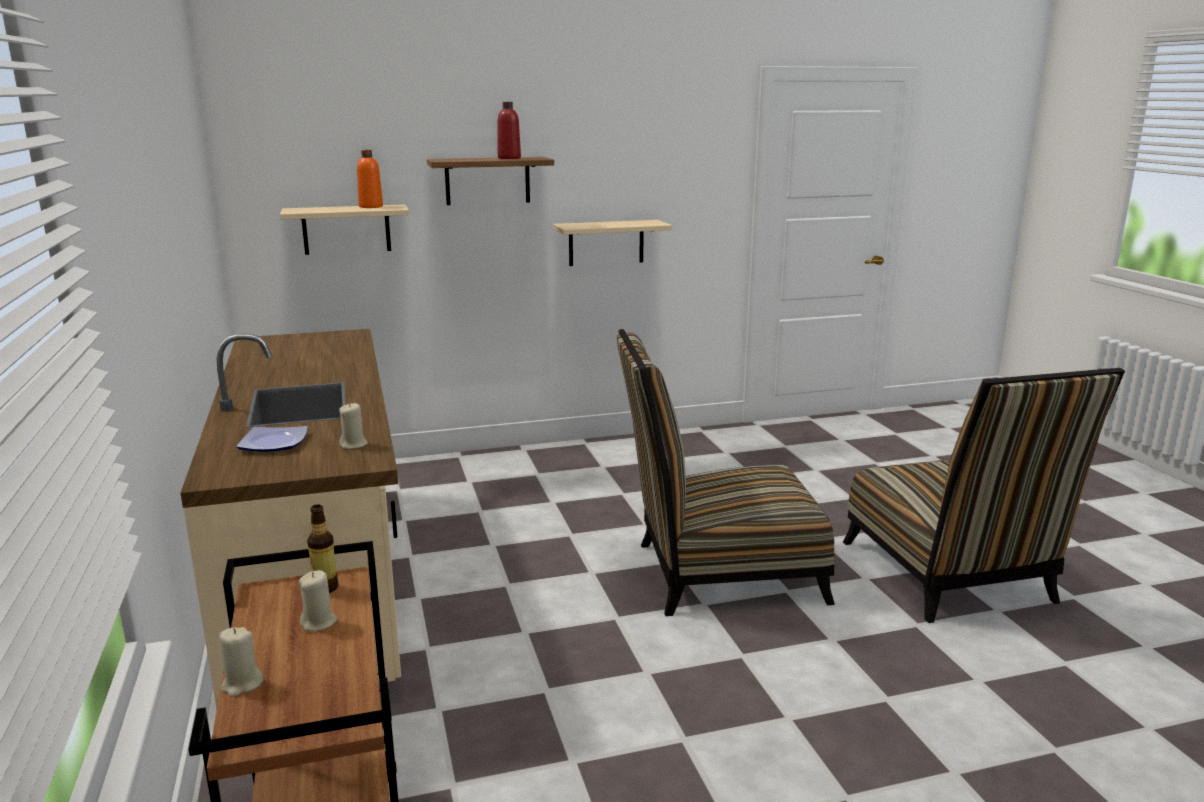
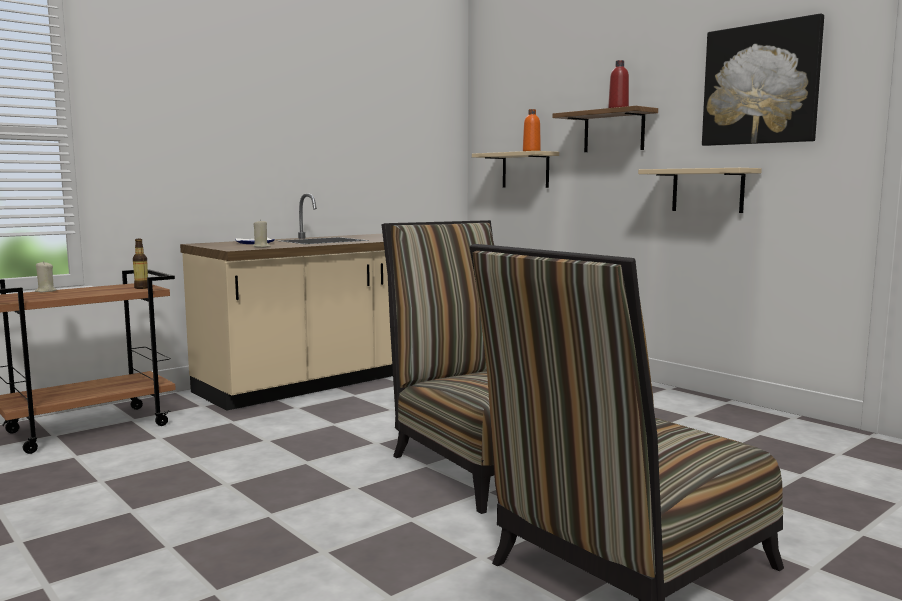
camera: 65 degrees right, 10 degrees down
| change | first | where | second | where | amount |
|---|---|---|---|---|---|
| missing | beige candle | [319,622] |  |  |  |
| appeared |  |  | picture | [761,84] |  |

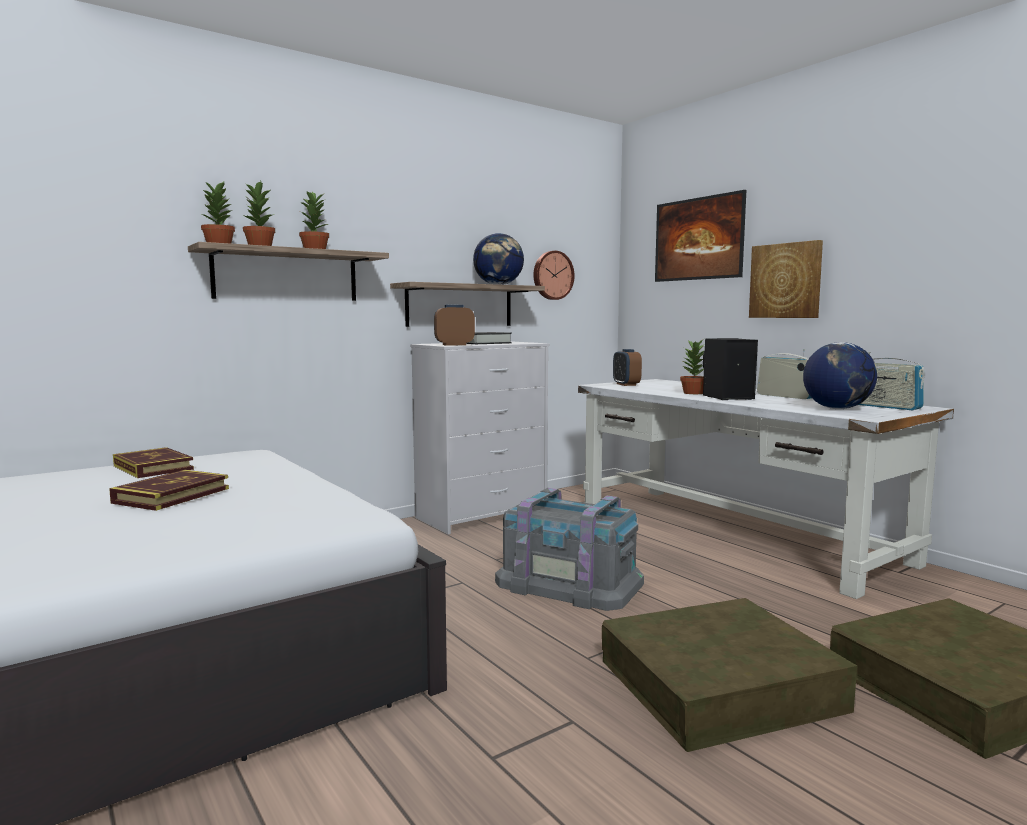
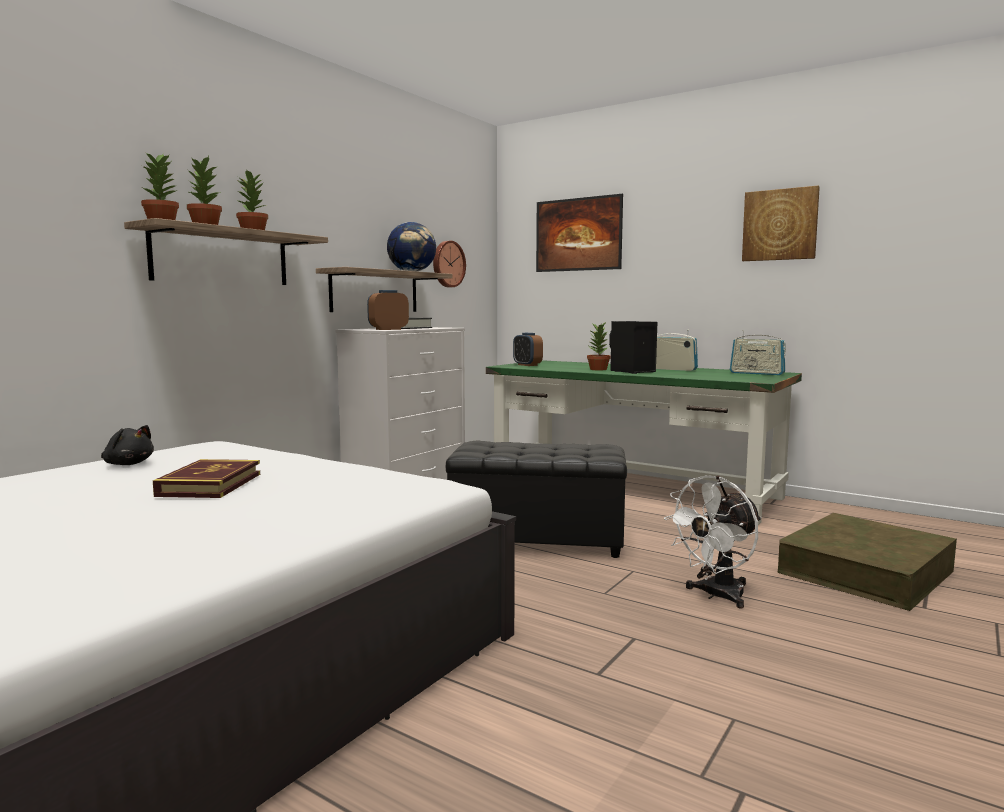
camera: 20 degrees left, 0 degrees up
| change | first | where | second | where | amount |
|---|---|---|---|---|---|
| missing | globe | [837,408] |  |  |  |
| relocated | picture | [786,281] |  | [780,225] |  |
| exchanged | book | [153,467] | black plush toy | [128,464] |  |
| exchanged | grey storage box | [569,582] | black ottoman | [538,540] |  |
| exchanged | brown storage box | [720,685] | white fan | [716,596] |  |
| colour | white desk | [734,533] | green desk | [633,488] |  |

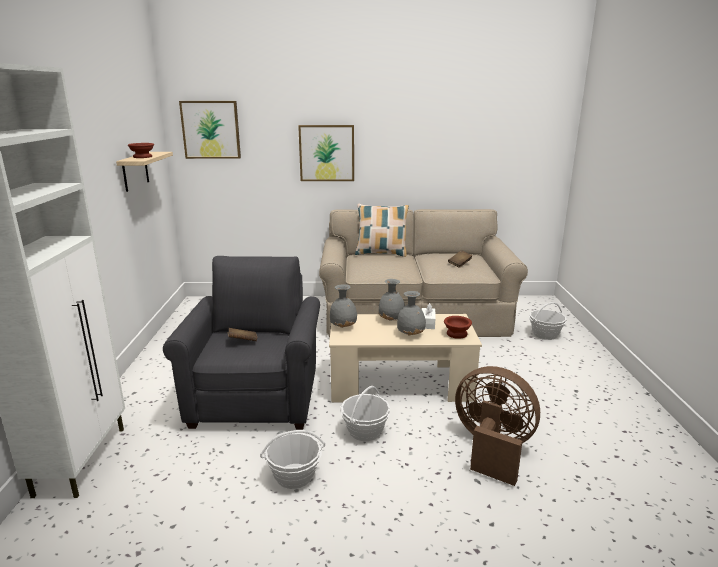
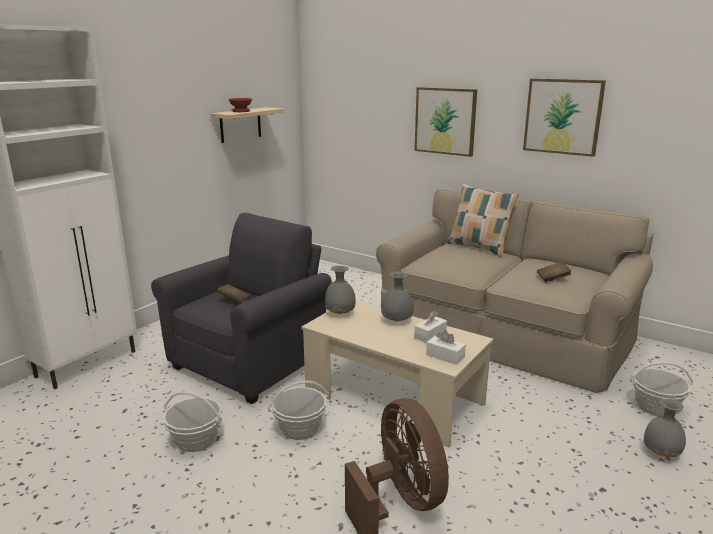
camera: 35 degrees right, 0 degrees up
| change | first | where | second | where | amount |
|---|---|---|---|---|---|
| relocated | picture | [211,130] |  | [562,116] |  |
| relocated | grey vase | [411,334] |  | [662,453] |  |
| exchanged | brown bowl | [457,334] | white tissue box | [445,356] |  |

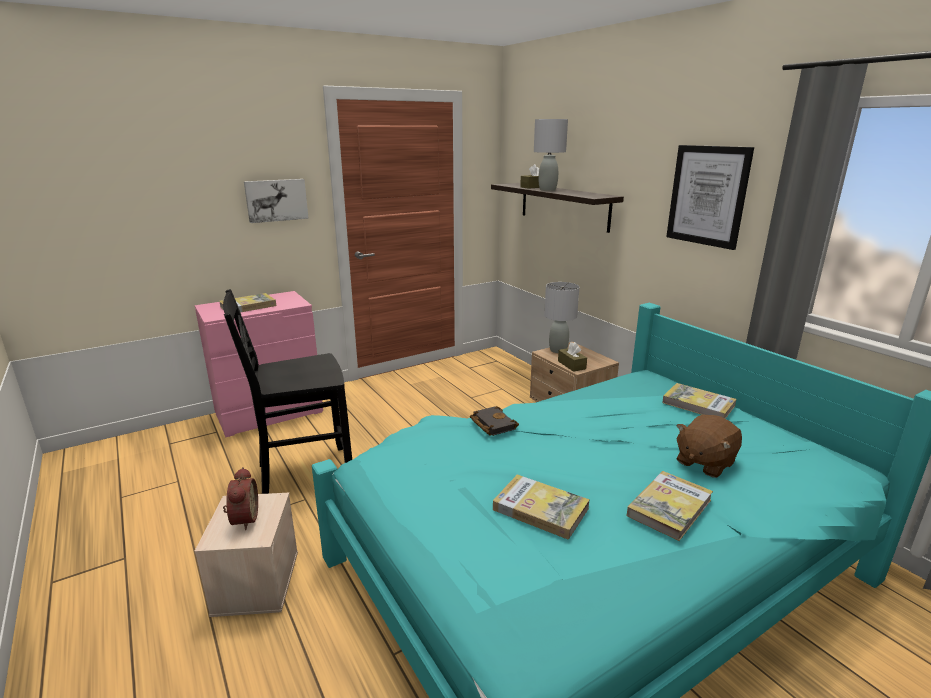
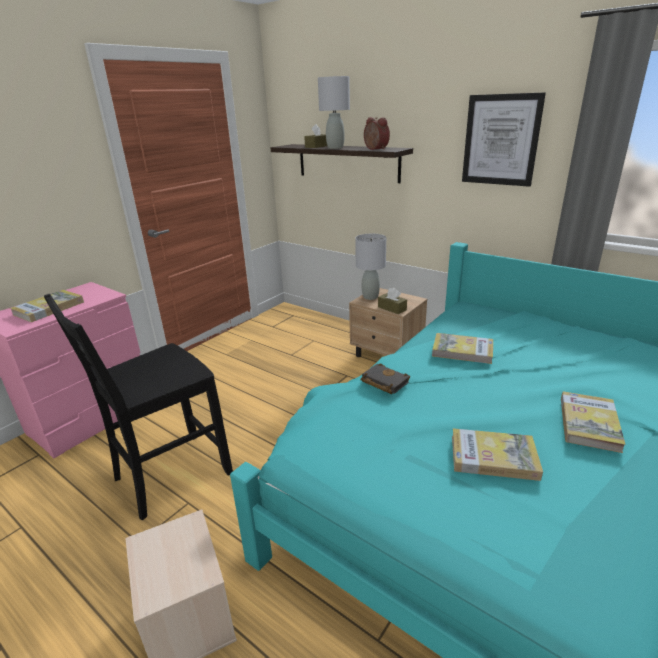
camera: 20 degrees left, 5 degrees up
| change | first | where | second | where | amount |
|---|---|---|---|---|---|
| missing | picture | [276,200] |  |  |  |
| missing | brown plush toy | [704,462] |  |  |  |
| relocated | alarm clock | [243,519] |  | [374,149] |  |
| relocated | book | [698,404] |  | [462,351] |  |

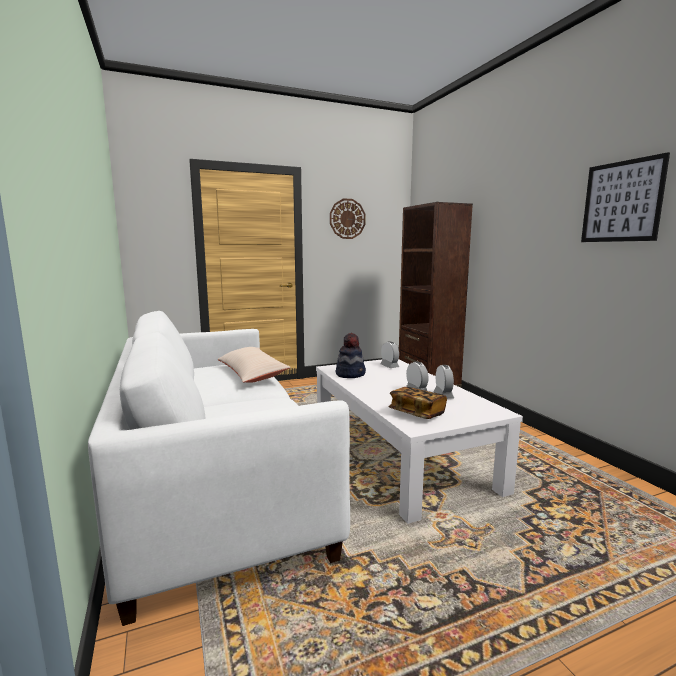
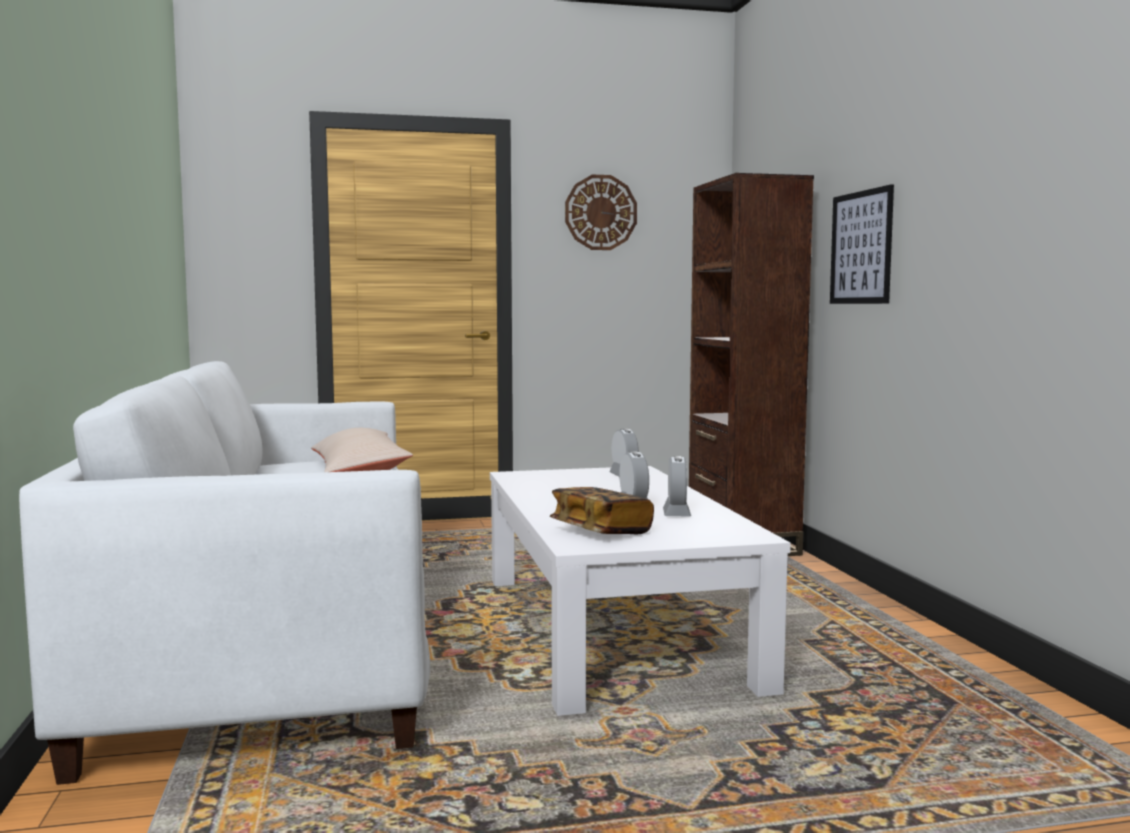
camera: 10 degrees right, 5 degrees down
| change | first | where | second | where | amount |
|---|---|---|---|---|---|
| missing | hat | [350,374] |  |  |  |
| relocated | picture | [621,201] |  | [861,247] |  |

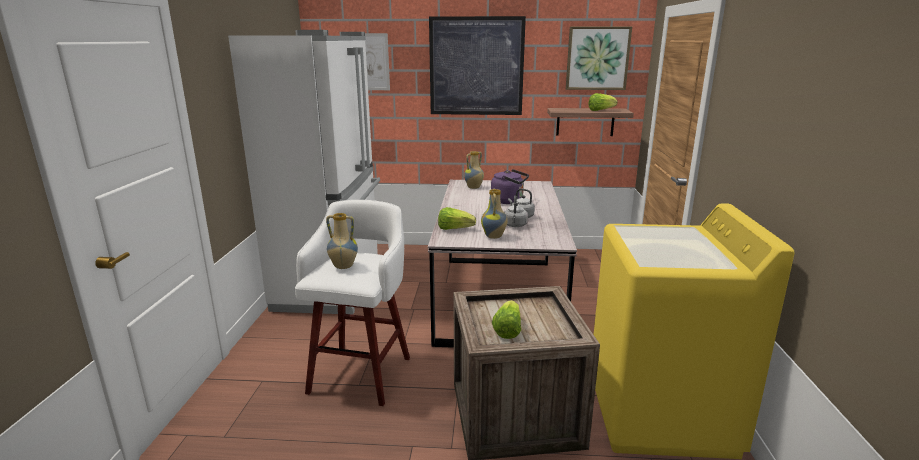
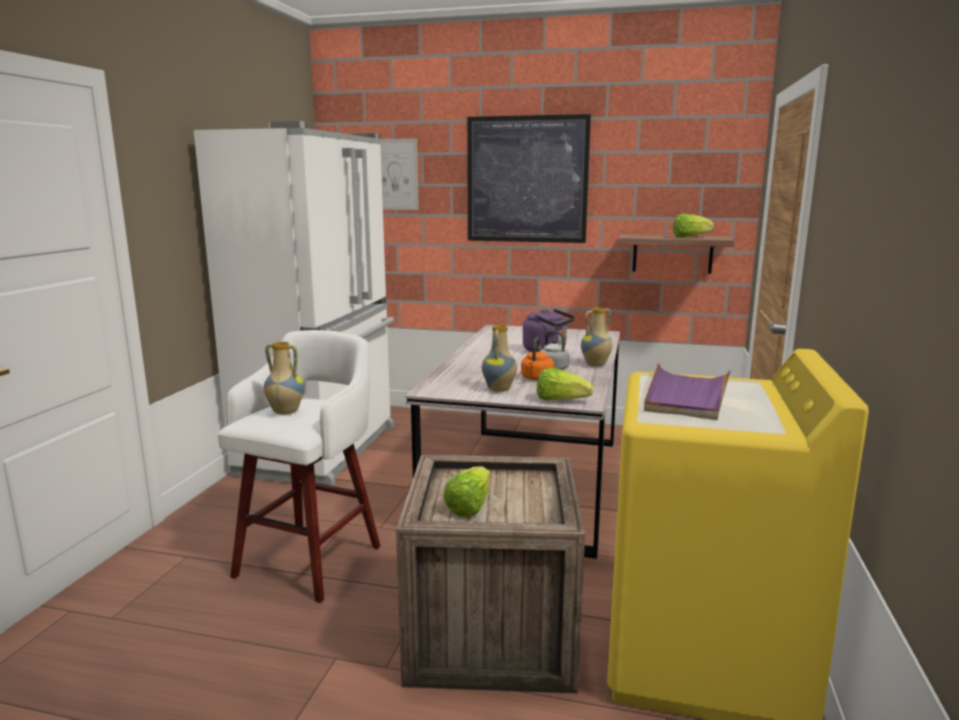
camera: 10 degrees right, 5 degrees down
| change | first | where | second | where | amount |
|---|---|---|---|---|---|
| missing | picture | [597,58] |  |  |  |
| appeared |  |  | purple tray | [686,395] |  |
| relocated | lettuce | [454,229] |  | [560,400] |  |
| relocated | vase | [474,188] |  | [596,365] |  |
| colour | grey kettle | [515,225] | orange kettle | [536,379] |  |

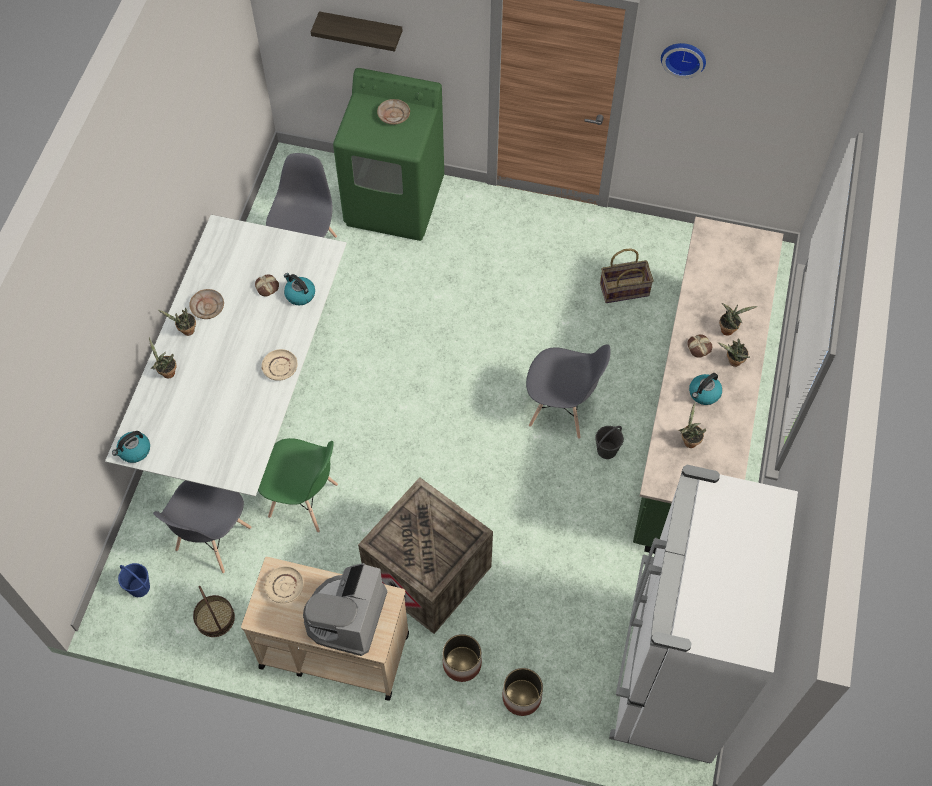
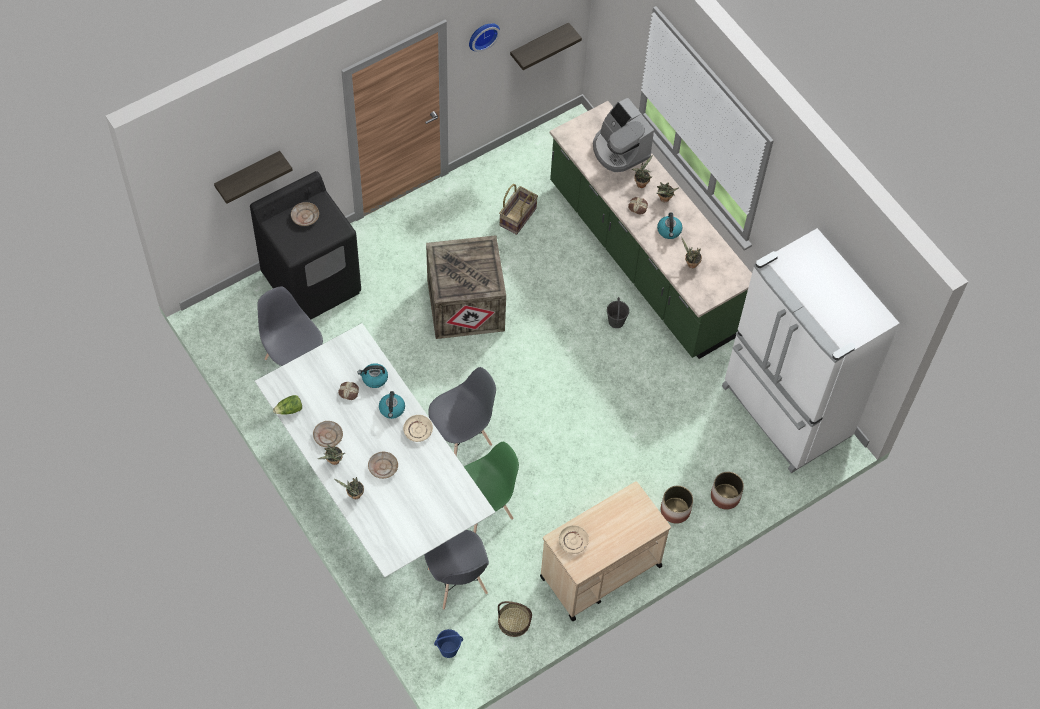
camera: 50 degrees left, 0 degrees up
| change | first | where | second | where | amount |
|---|---|---|---|---|---|
| appeared |  |  | lettuce | [289,410] |  |
| appeared |  |  | beige plate | [383,467] |  |
| appeared |  |  | shelf | [539,45] |  |
| relocated | kettle | [134,451] |  | [392,409] |  |
| relocated | coffee machine | [345,616] |  | [619,150] |  |
| relocated | crate | [426,573] |  | [464,306] |  |
| relocated | grey chair | [560,410] |  | [462,438] |  |
| colour | green washing machine | [395,202] | black washing machine | [312,283] |  |

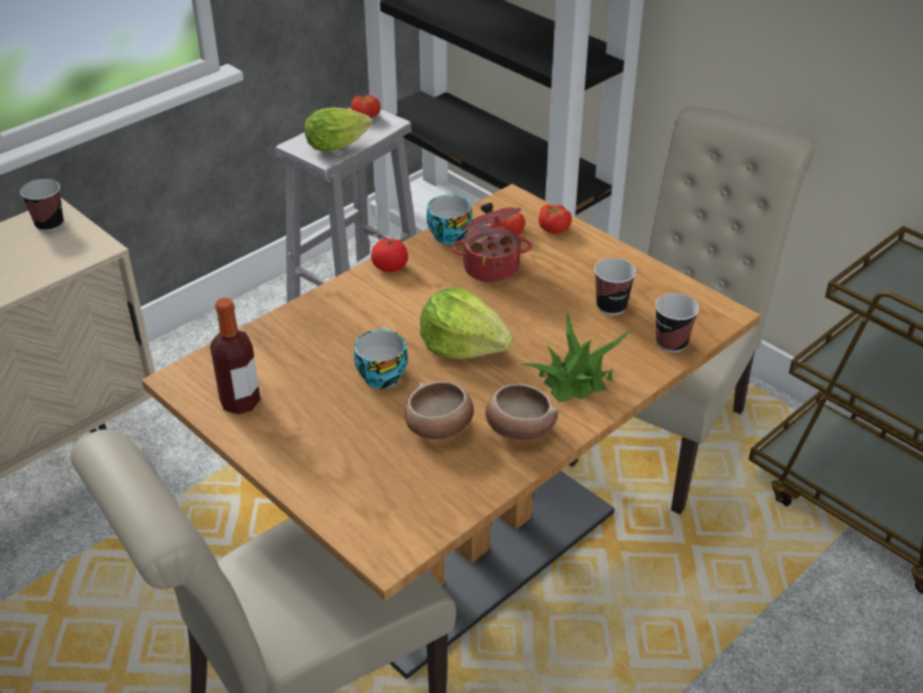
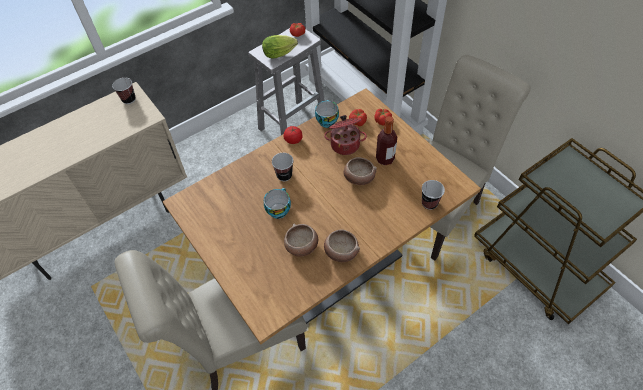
camera: 10 degrees right, 15 degrees up
| change | first | where | second | where | amount |
|---|---|---|---|---|---|
| missing | lettuce | [463,346] |  |  |  |
| missing | potted plant | [575,379] |  |  |  |
| appeared |  |  | bowl | [358,178] |  |
| relocated | bottle | [240,402] |  | [385,159] |  |
| relocated | cup | [611,306] |  | [284,175] |  |

